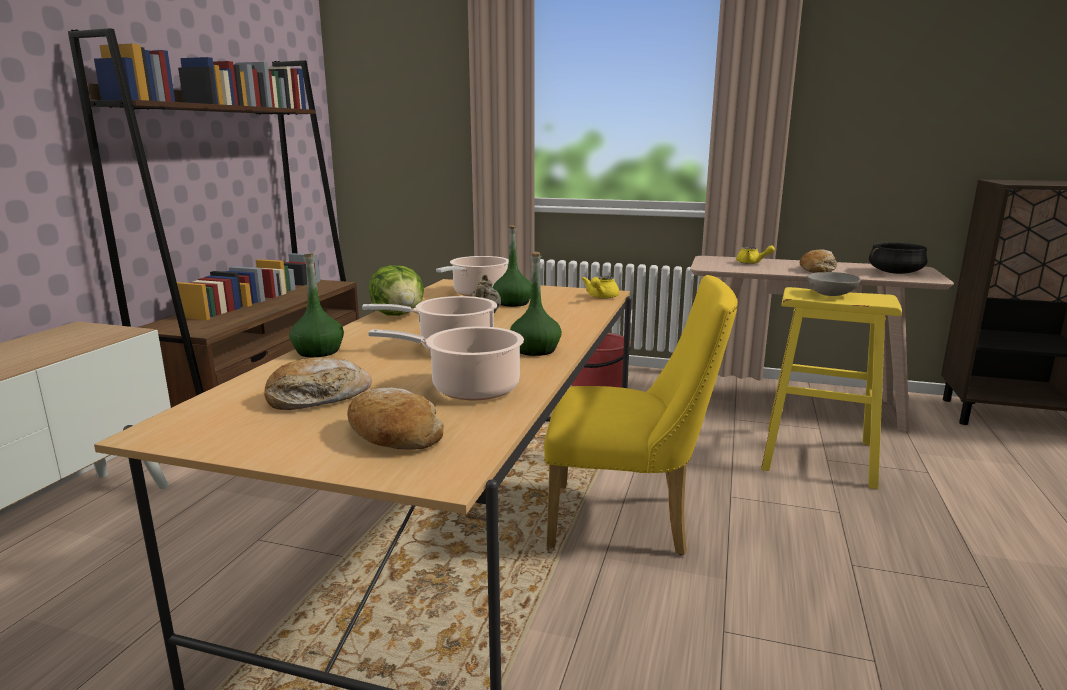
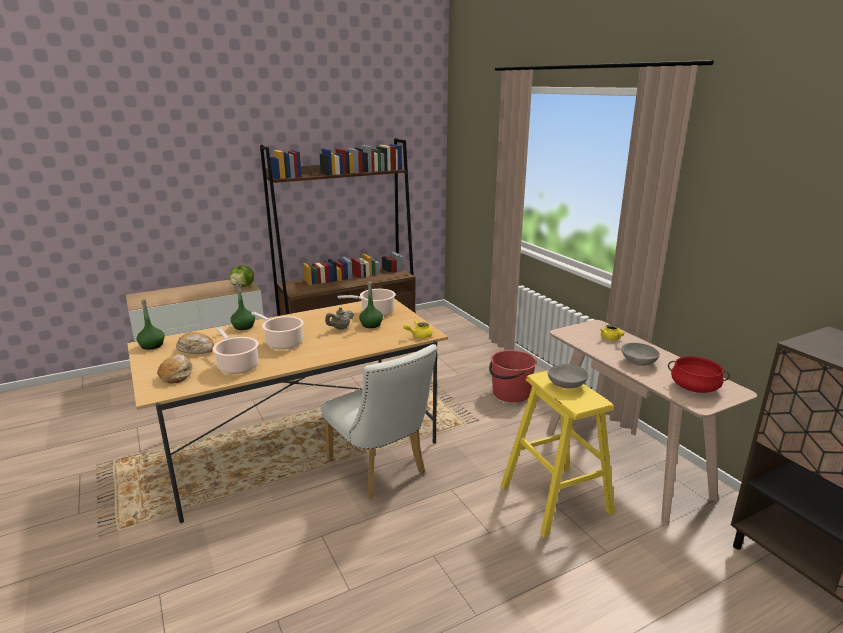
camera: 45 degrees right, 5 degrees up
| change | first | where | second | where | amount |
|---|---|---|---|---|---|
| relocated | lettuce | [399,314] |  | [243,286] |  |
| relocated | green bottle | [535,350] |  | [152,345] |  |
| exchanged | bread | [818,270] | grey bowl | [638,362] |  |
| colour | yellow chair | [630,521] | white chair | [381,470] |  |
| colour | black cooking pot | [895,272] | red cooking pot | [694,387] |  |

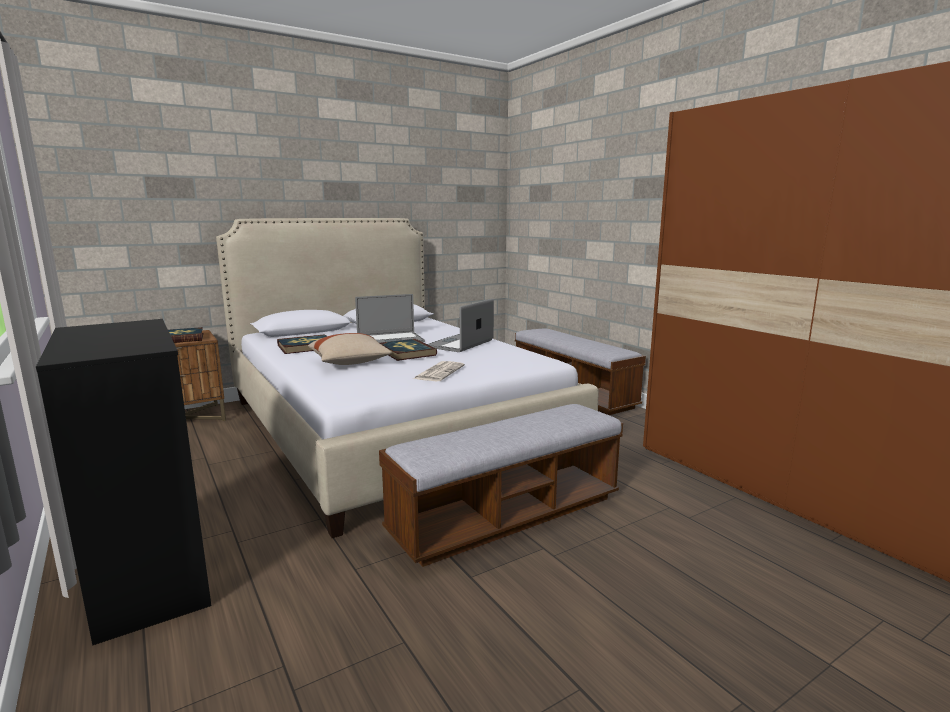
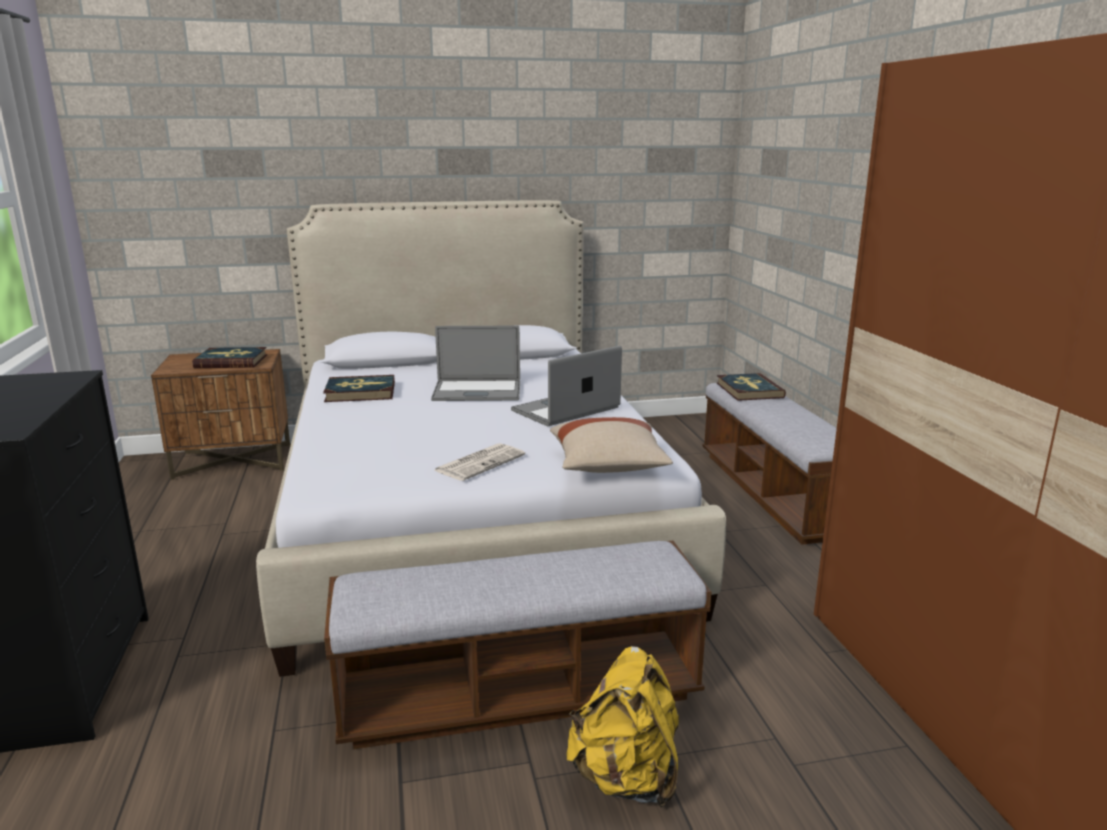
camera: 20 degrees right, 5 degrees up
| change | first | where | second | where | amount |
|---|---|---|---|---|---|
| appeared |  |  | yellow backpack | [626,778] |  |
| relocated | beige pillow | [350,363] |  | [608,466] |  |
| relocated | book | [406,352] |  | [749,390] |  |

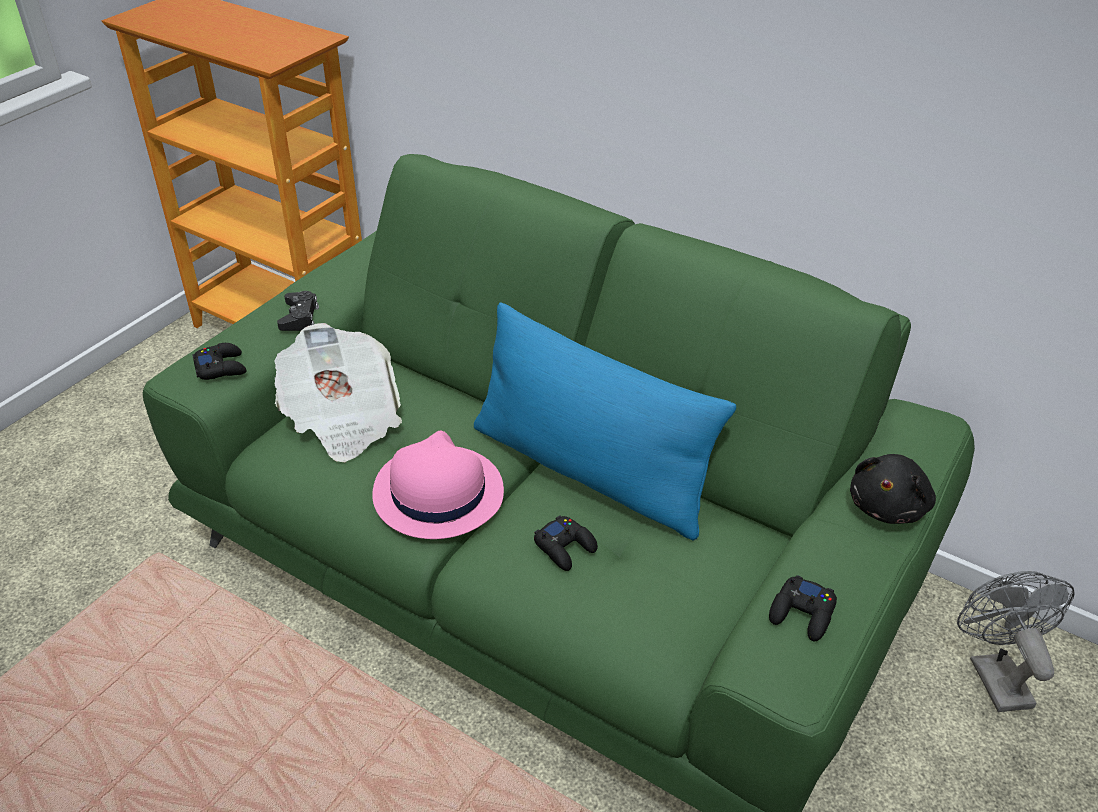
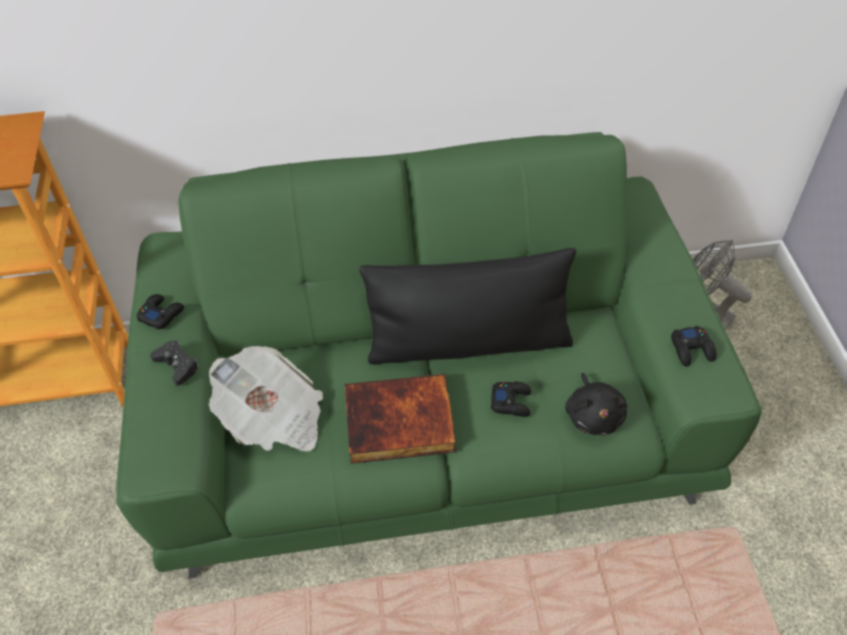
camera: 40 degrees left, 10 degrees up
| change | first | where | second | where | amount |
|---|---|---|---|---|---|
| relocated | black game controller | [221,367] |  | [161,314] |  |
| relocated | black plush toy | [888,506] |  | [593,415] |  |
| exchanged | pink hat | [437,493] | book | [399,424] |  |
| colour | blue pillow | [589,471] | black pillow | [469,343] |  |

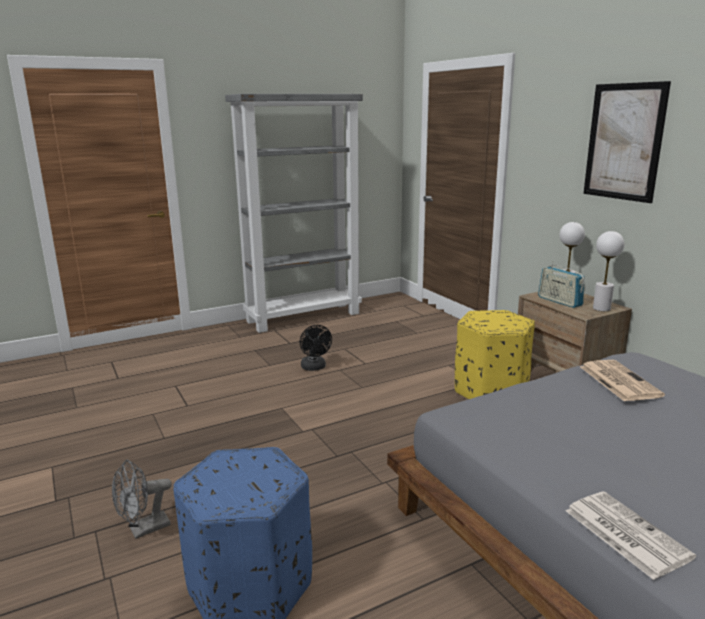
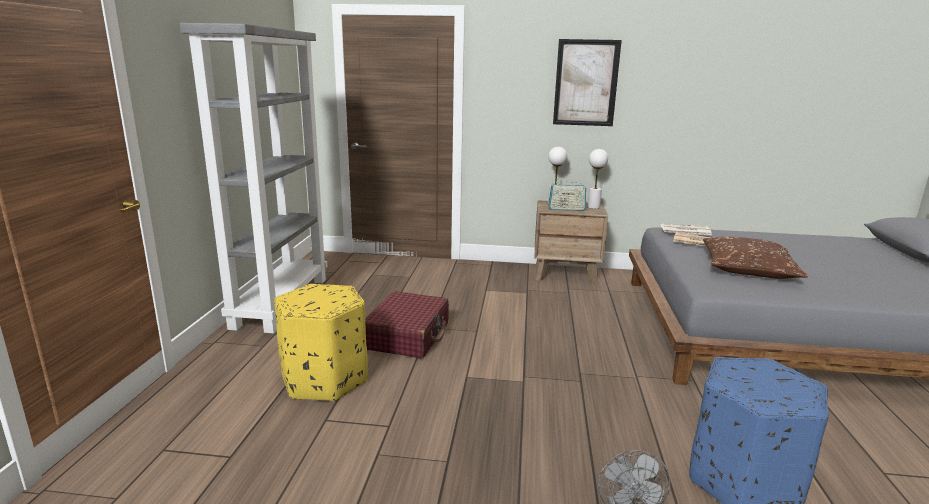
camera: 55 degrees left, 0 degrees up
| change | first | where | second | where | amount |
|---|---|---|---|---|---|
| appeared |  |  | brown pillow | [748,268] |  |
| relocated | yellow ottoman | [490,391] |  | [324,379] |  |
| relocated | newspaper | [624,533] |  | [684,230] |  |
| exchanged | black fan | [314,368] | red suitcase | [407,336] |  |

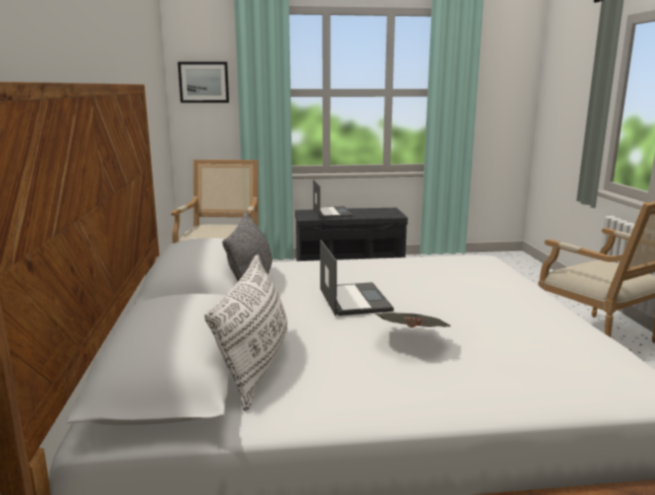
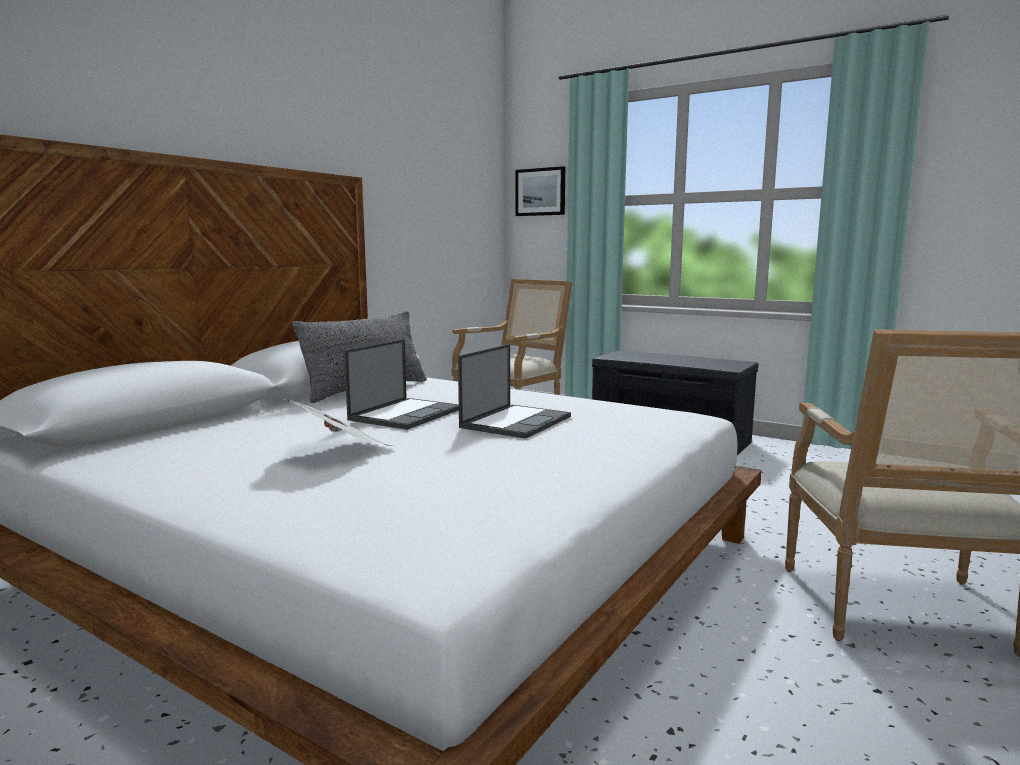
camera: 40 degrees right, 5 degrees down
| change | first | where | second | where | amount |
|---|---|---|---|---|---|
| missing | white pillow | [256,364] |  |  |  |
| relocated | laptop | [331,213] |  | [516,421] |  |

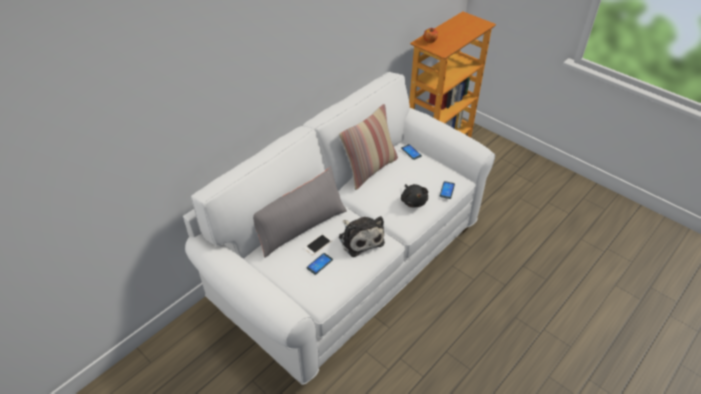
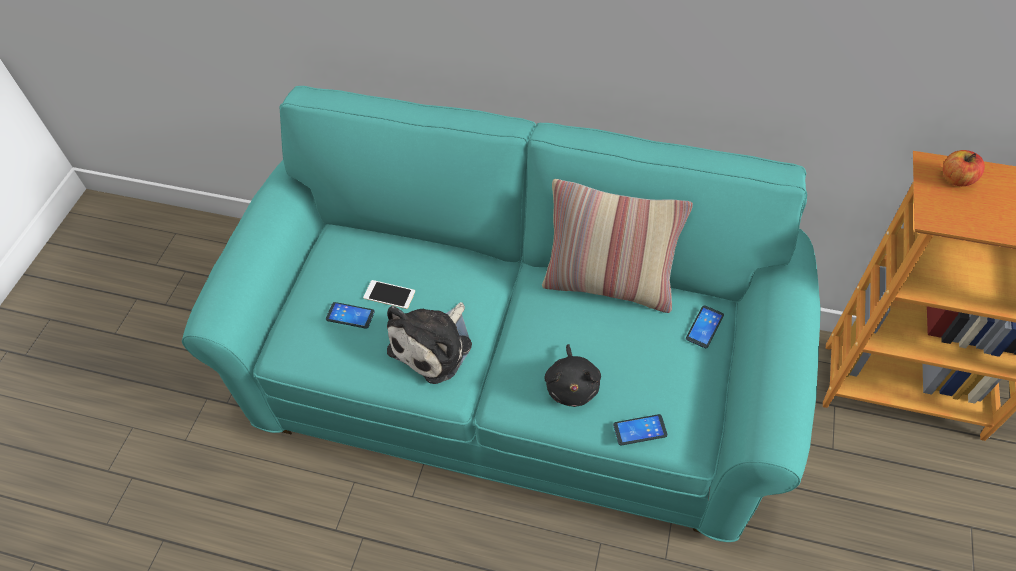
camera: 65 degrees right, 10 degrees up
| change | first | where | second | where | amount |
|---|---|---|---|---|---|
| missing | grey pillow | [300,226] |  |  |  |
| colour | white sofa | [350,260] | turquoise sofa | [514,378] |  |
| spun | black plush toy | [413,201] |  | [572,385] | 45 degrees counterclockwise |

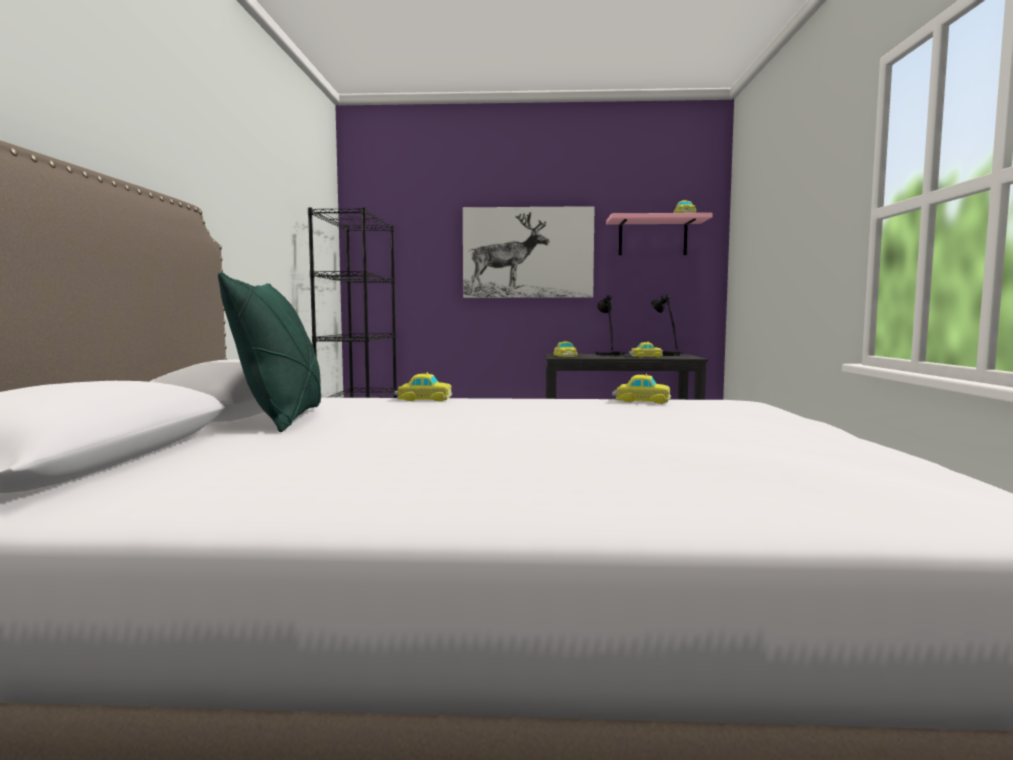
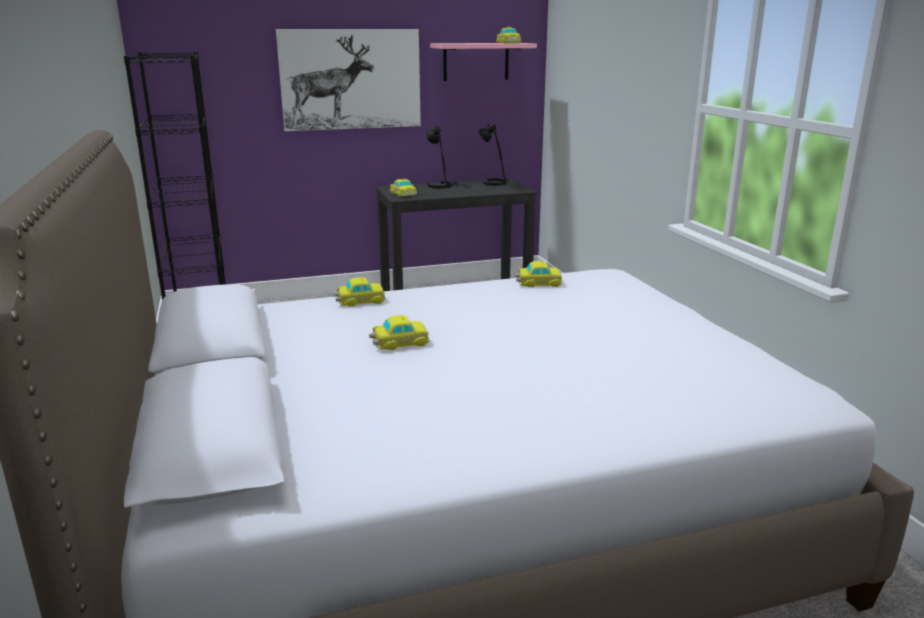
camera: 20 degrees left, 15 degrees up
| change | first | where | second | where | amount |
|---|---|---|---|---|---|
| missing | green pillow | [282,419] |  |  |  |
| relocated | toy car | [645,357] |  | [399,342] |  |

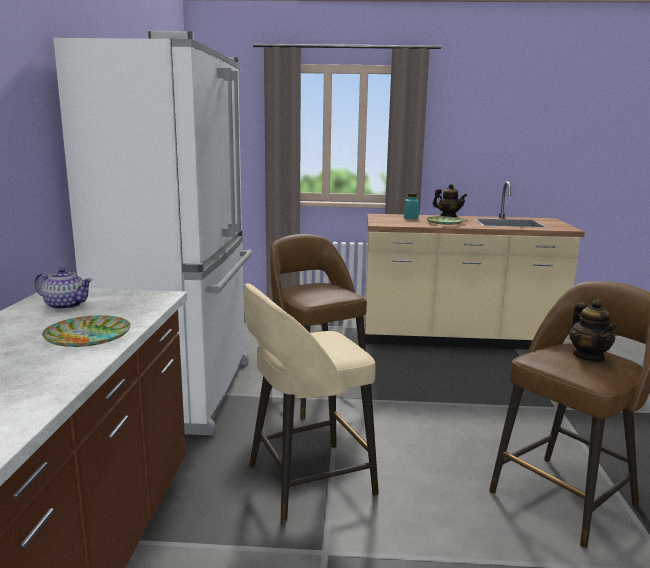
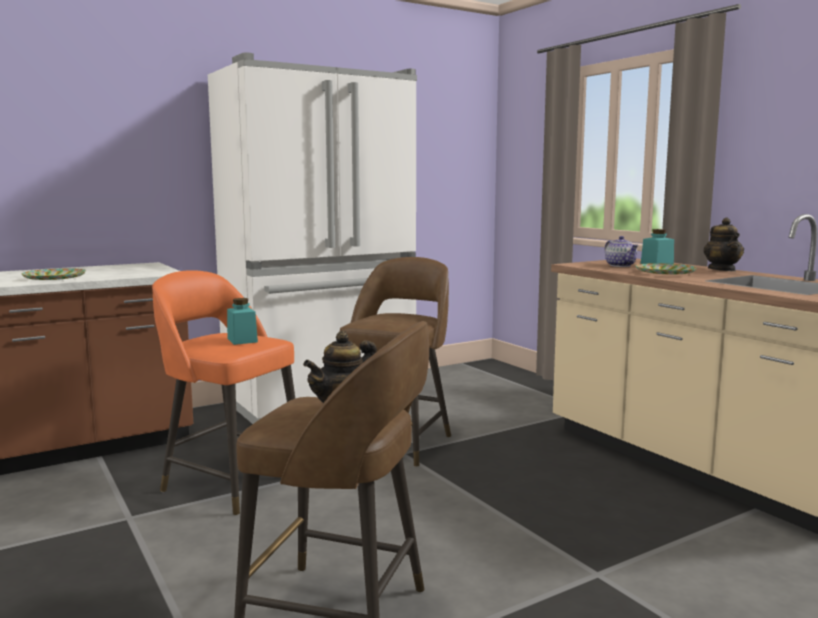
camera: 55 degrees right, 5 degrees down
| change | first | where | second | where | amount |
|---|---|---|---|---|---|
| appeared |  |  | turquoise jar | [242,340] |  |
| relocated | teapot | [65,305] |  | [620,265] |  |
| colour | beige stool | [307,480] | orange stool | [231,482] |  |

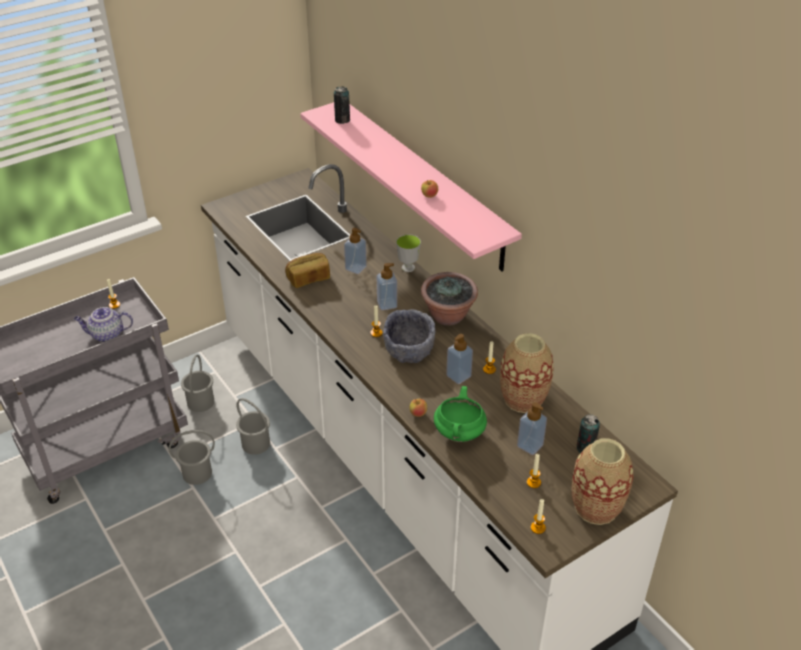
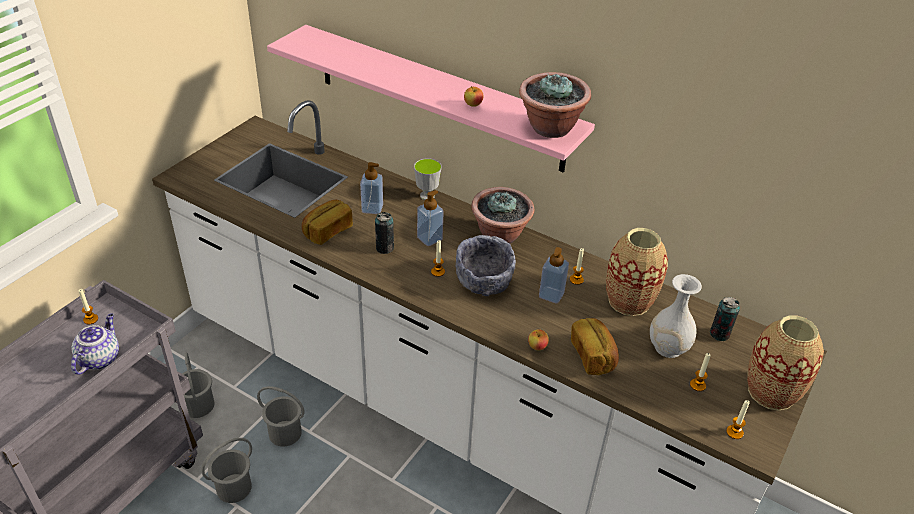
camera: 25 degrees left, 0 degrees up
| change | first | where | second | where | amount |
|---|---|---|---|---|---|
| appeared |  |  | potted plant | [550,128] |  |
| relocated | can | [342,120] |  | [385,248] |  |
| exchanged | green cooking pot | [460,434] | bread | [593,356] |  |
| exchanged | soap dispenser | [530,445] | white vase | [667,347] |  |
| spun | teapot | [106,335] |  | [99,358] | 135 degrees clockwise |

